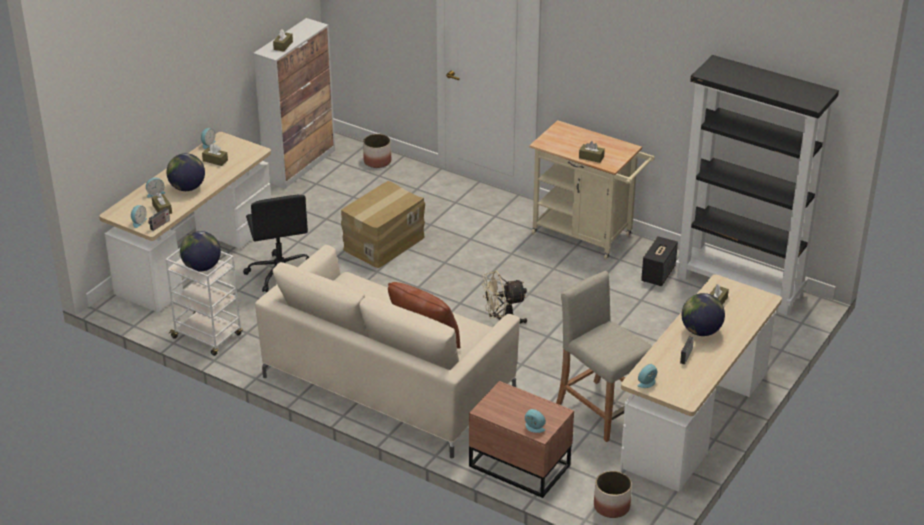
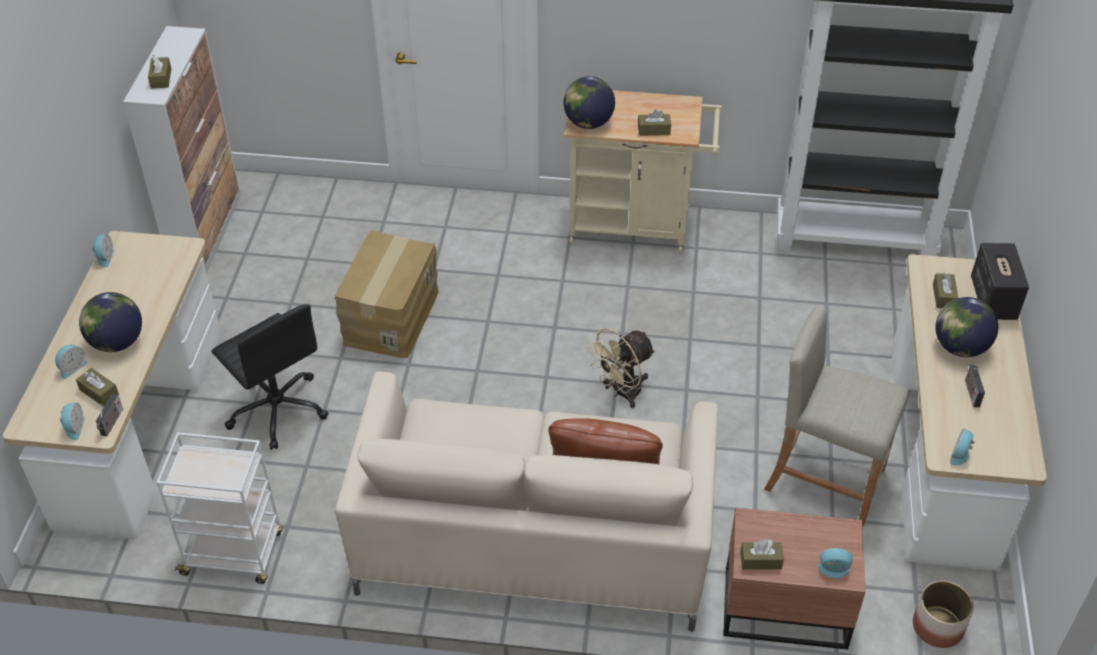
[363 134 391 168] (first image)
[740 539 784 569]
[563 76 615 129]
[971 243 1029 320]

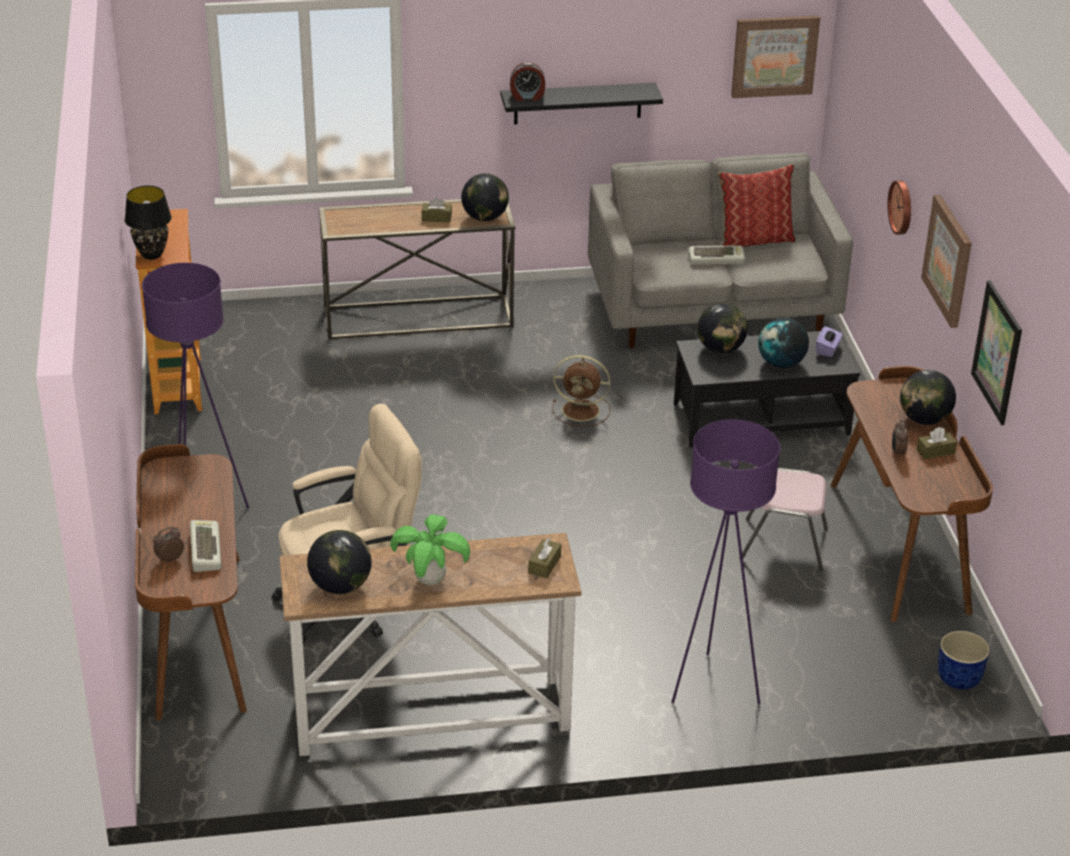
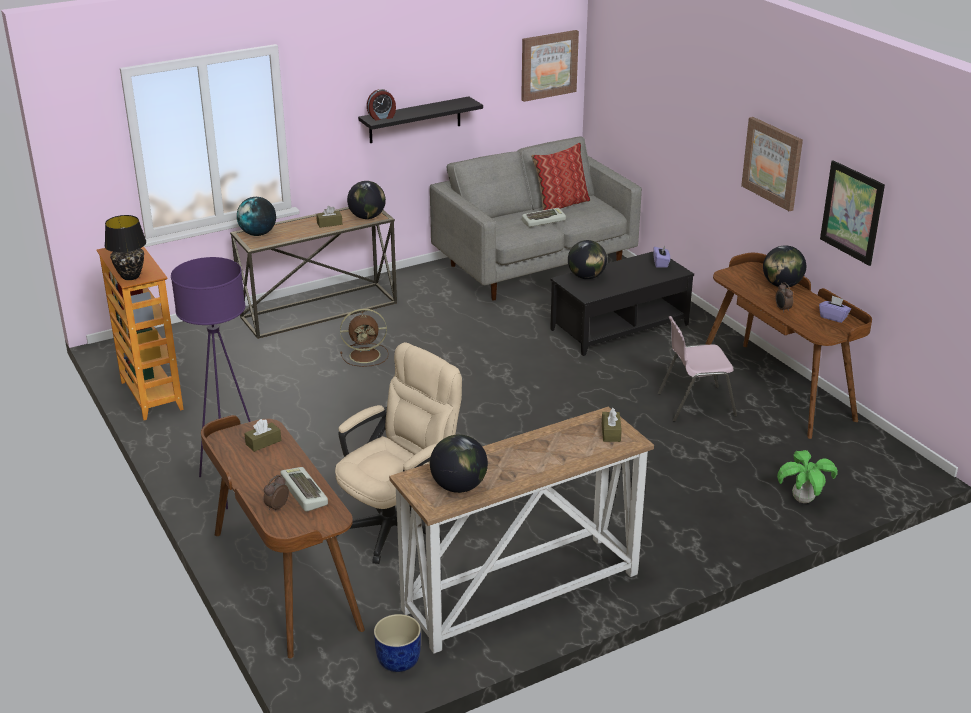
[887 180 911 235] (first image)
[237 197 276 236]
[340 309 389 367]
[672 419 780 704] (first image)
[244 419 281 452]
[777 450 838 503]
[374 614 421 672]
[819 296 851 323]

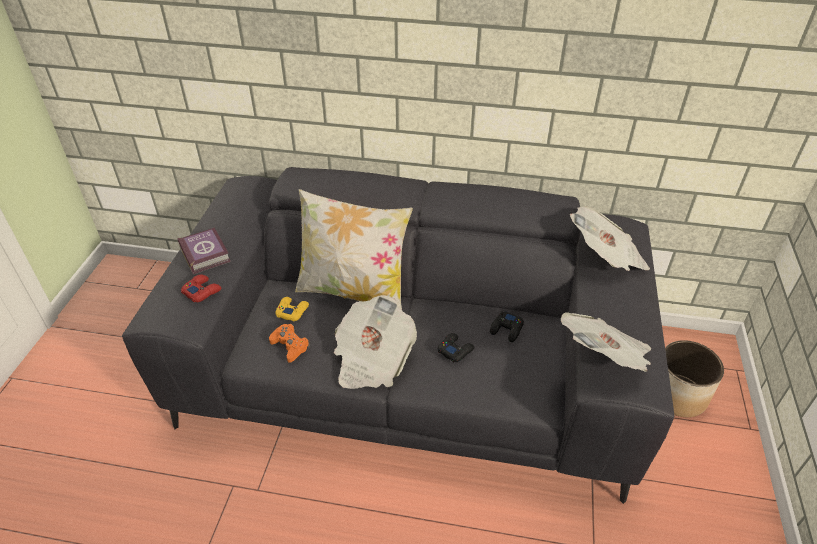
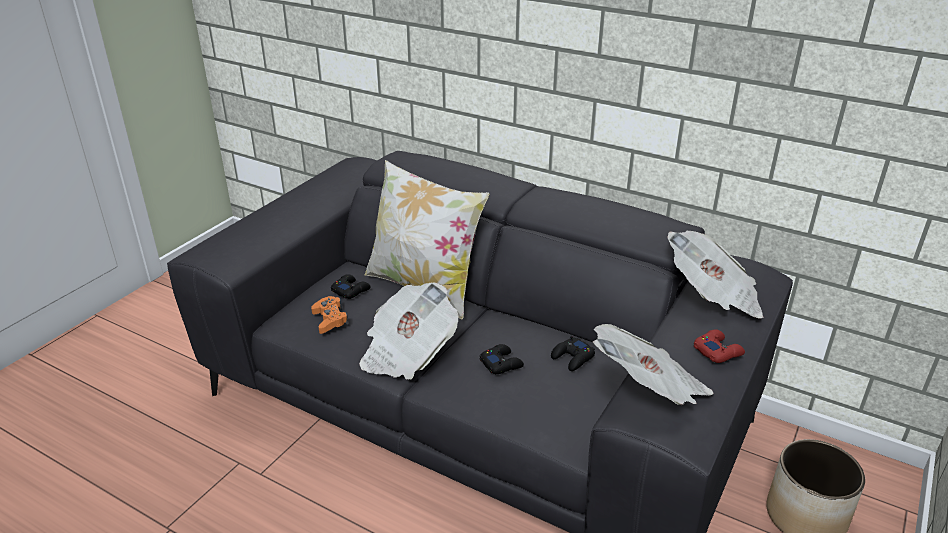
[177 228 231 274] (first image)
[694 329 745 363]
[331 274 371 299]

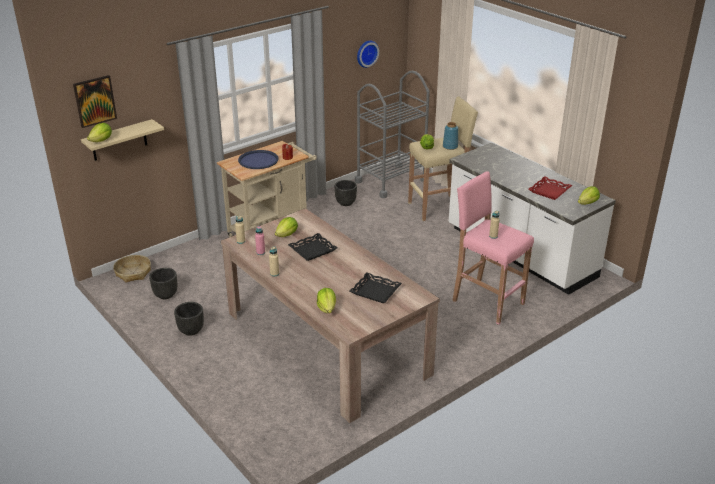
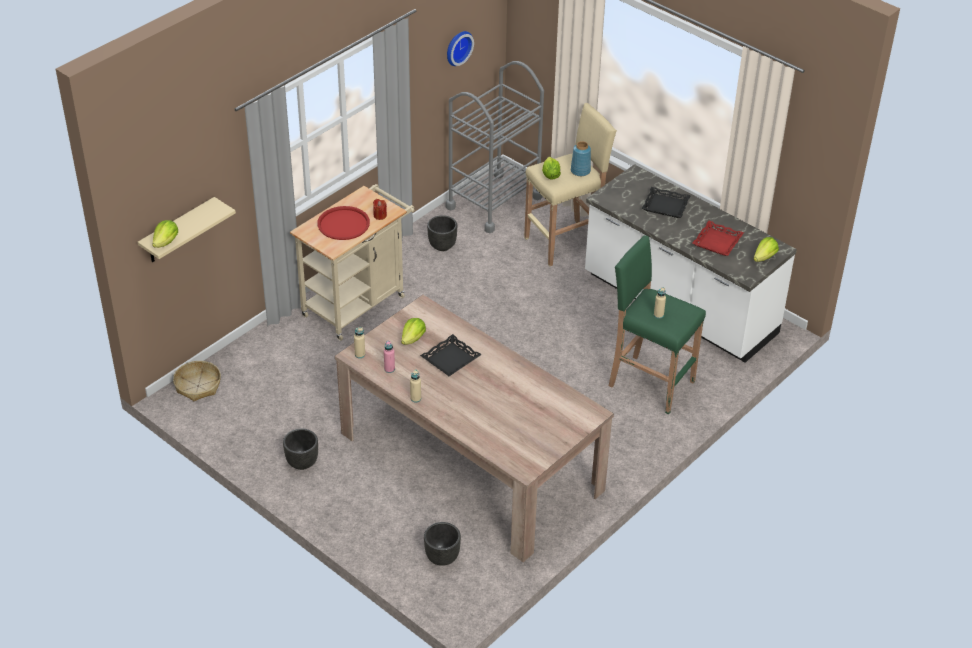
[73 75 117 128] (first image)
[317 206 370 240]
[609 235 706 414]
[424 522 461 566]
[642 187 691 218]
[317 288 336 313] (first image)

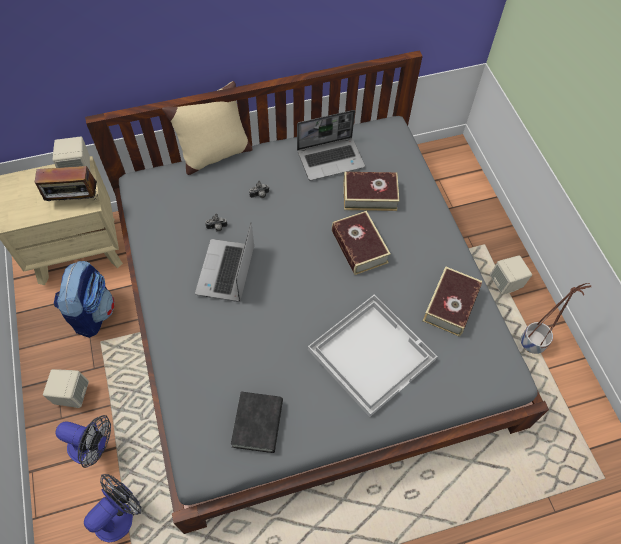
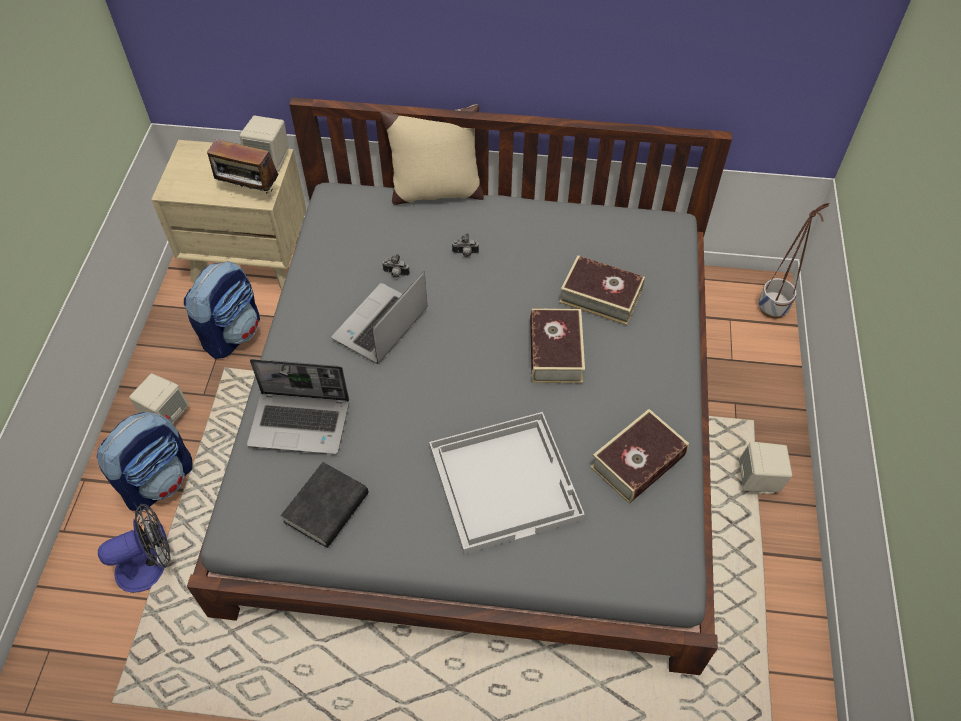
[247 359 349 454]
[759 203 830 319]
[96 412 193 511]

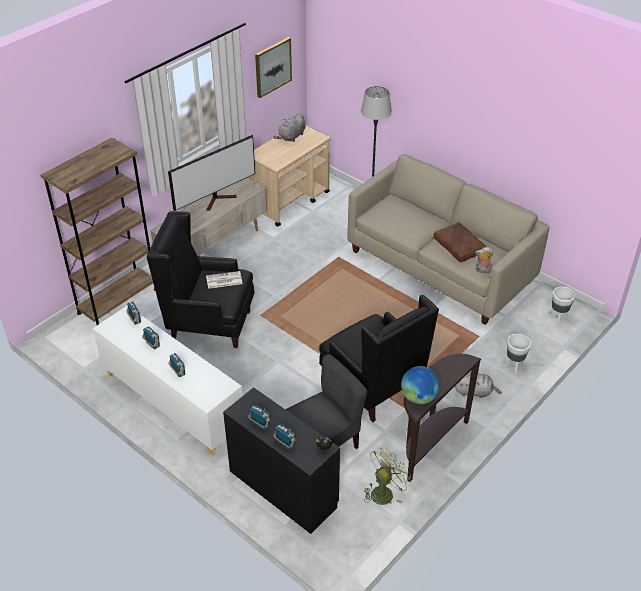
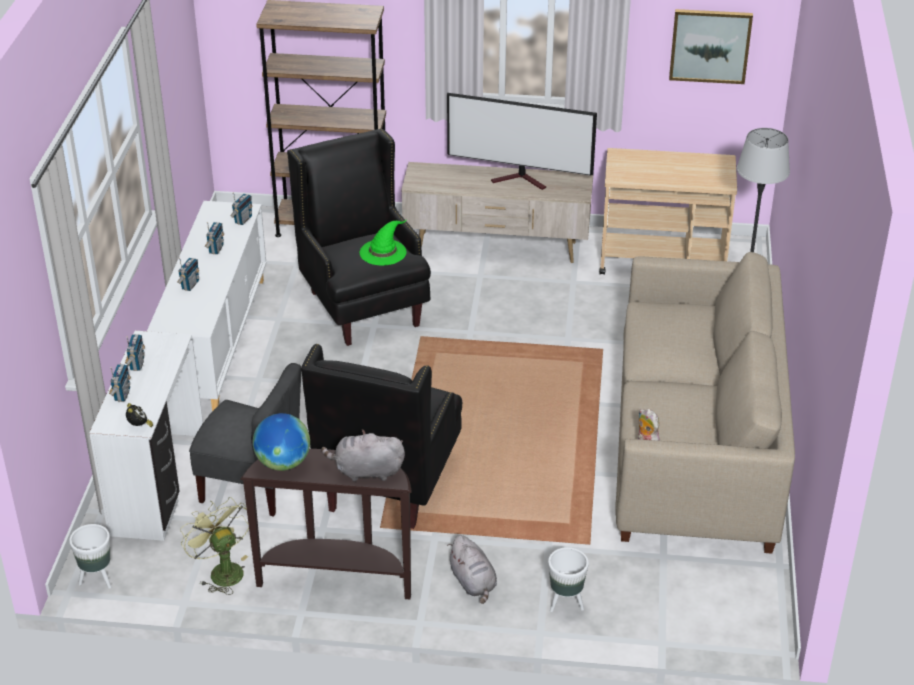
[321 430 405 481]
[433 223 486 262] (first image)
[359 220 407 266]
[69 524 111 589]
[89 330 203 541]
[180 498 249 595]

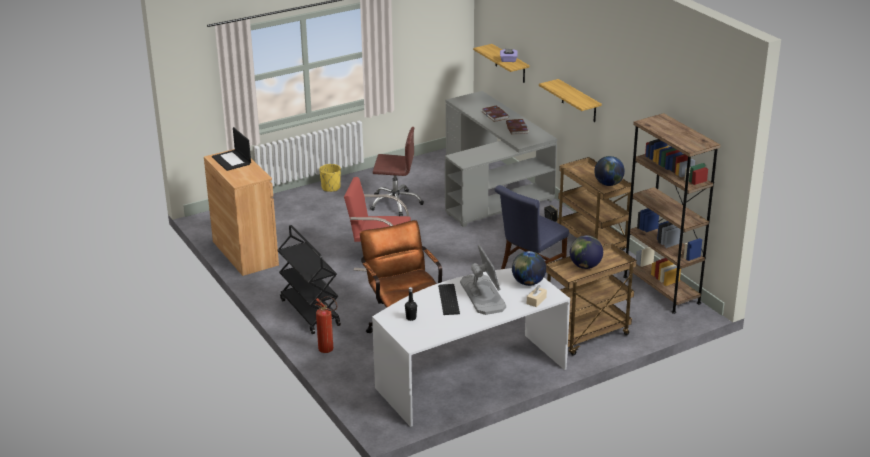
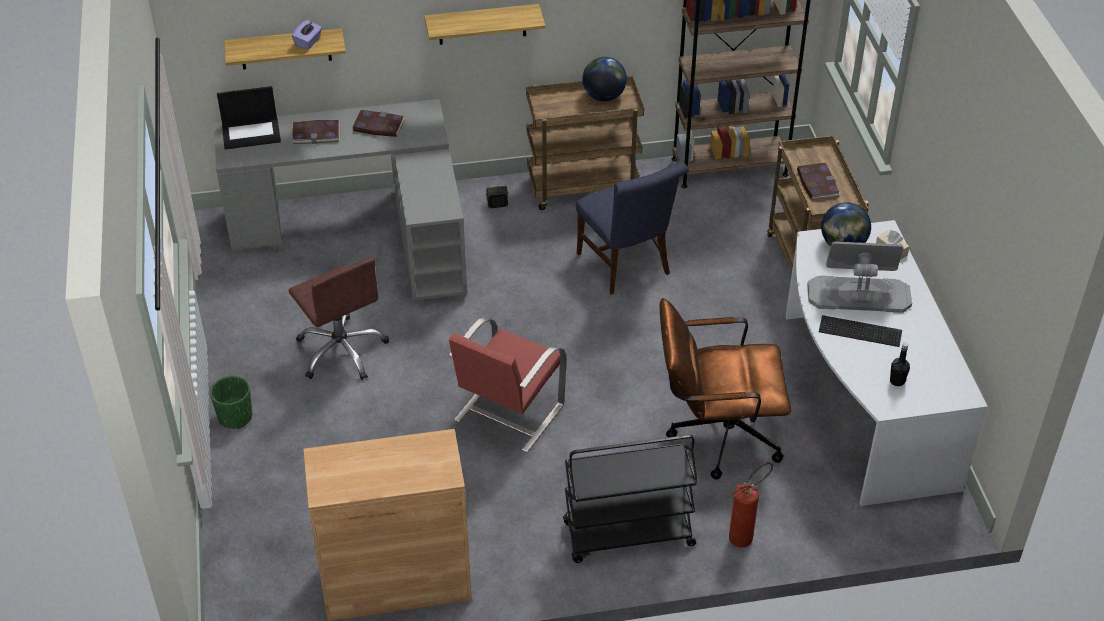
[217 86 281 149]
[288 258 389 380]
[210 376 252 429]
[797 163 841 200]

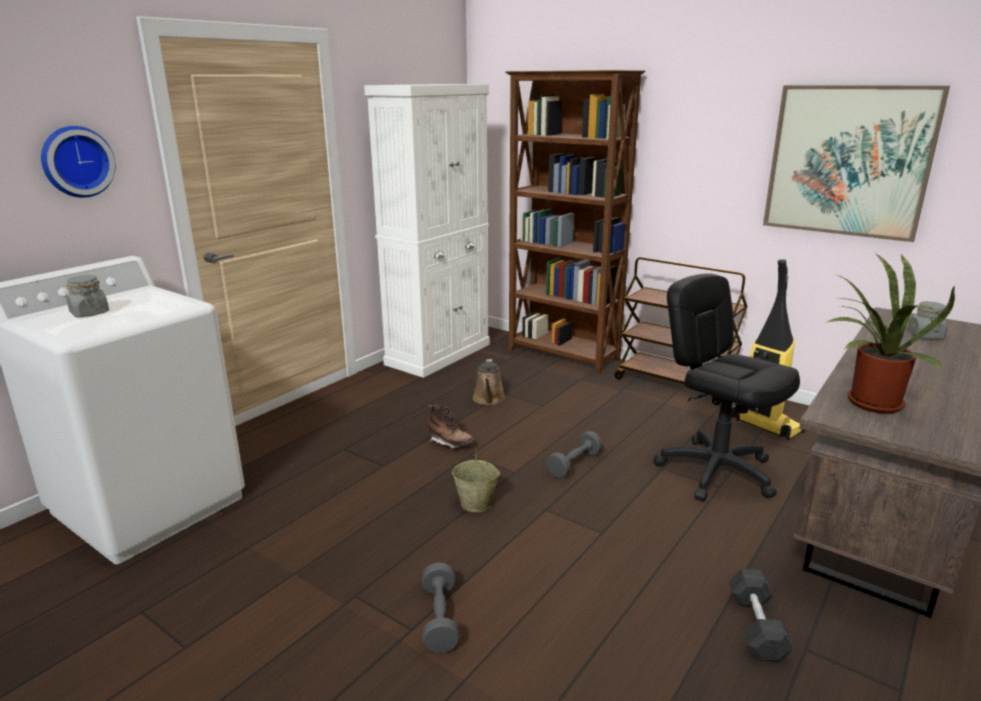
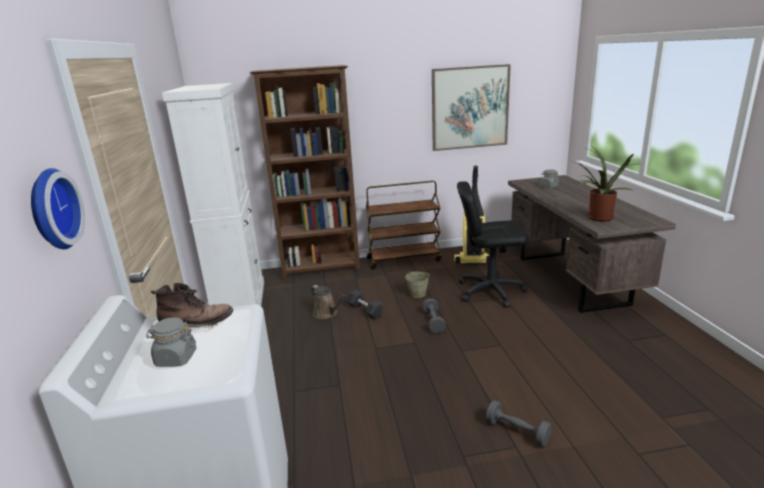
[151 283 233 331]
[405 263 429 298]
[347 290 384 319]

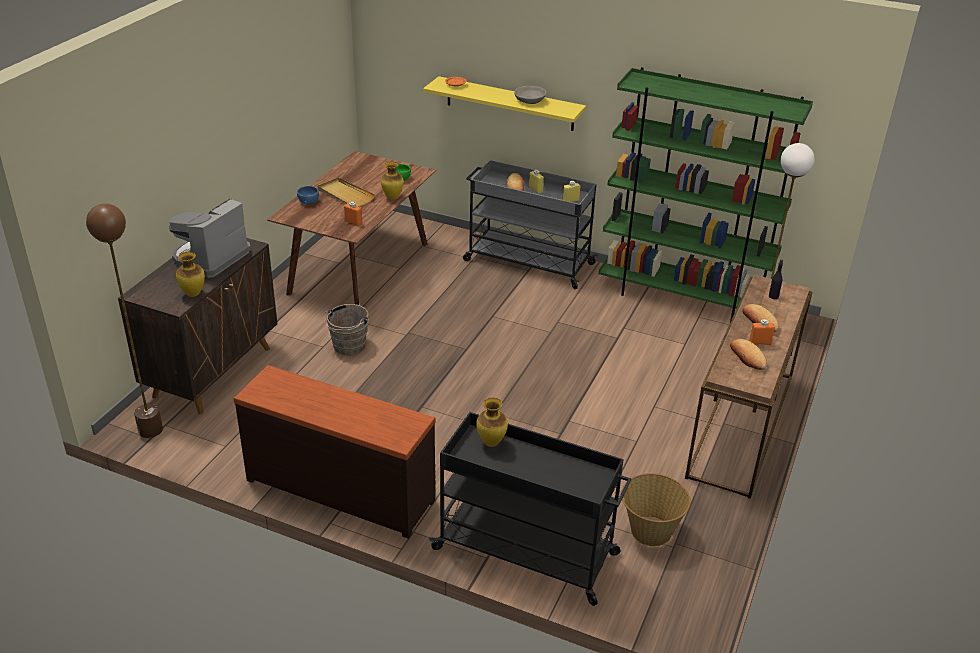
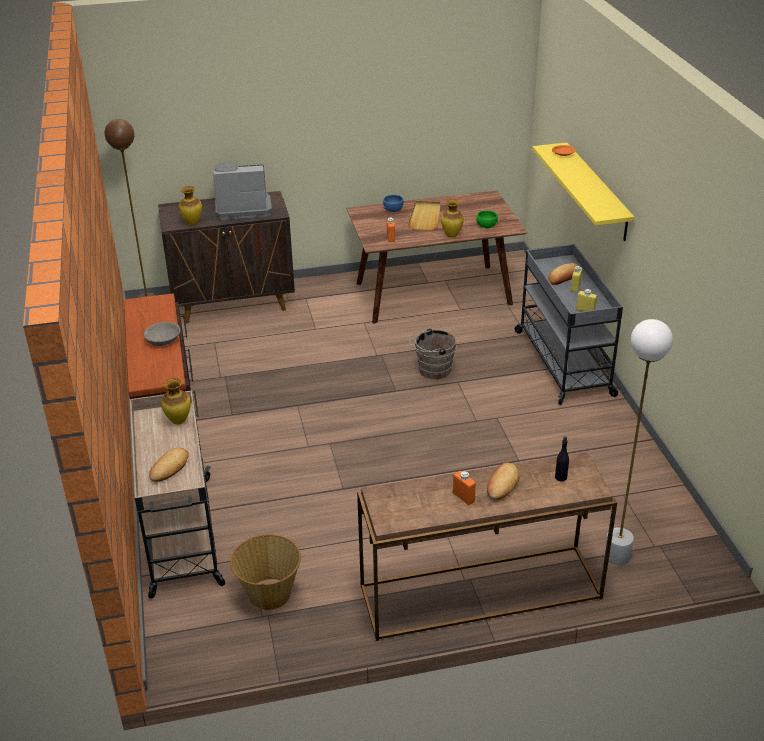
[599 67 813 322] (first image)
[144 322 180 346]
[410 328 457 379]
[149 448 189 482]
[130 391 225 599]

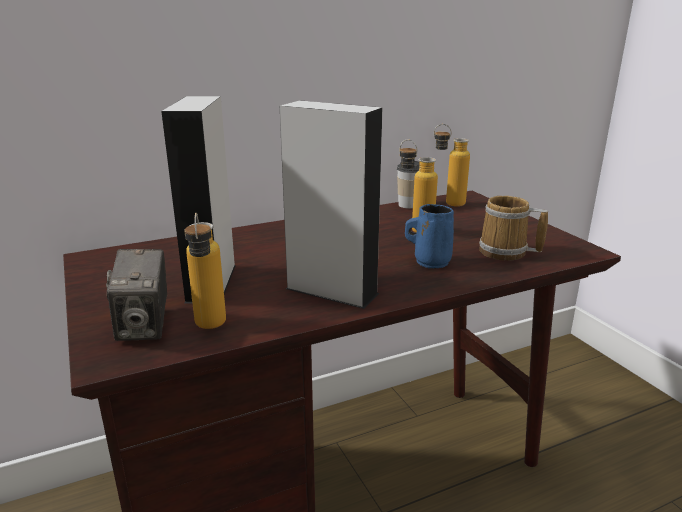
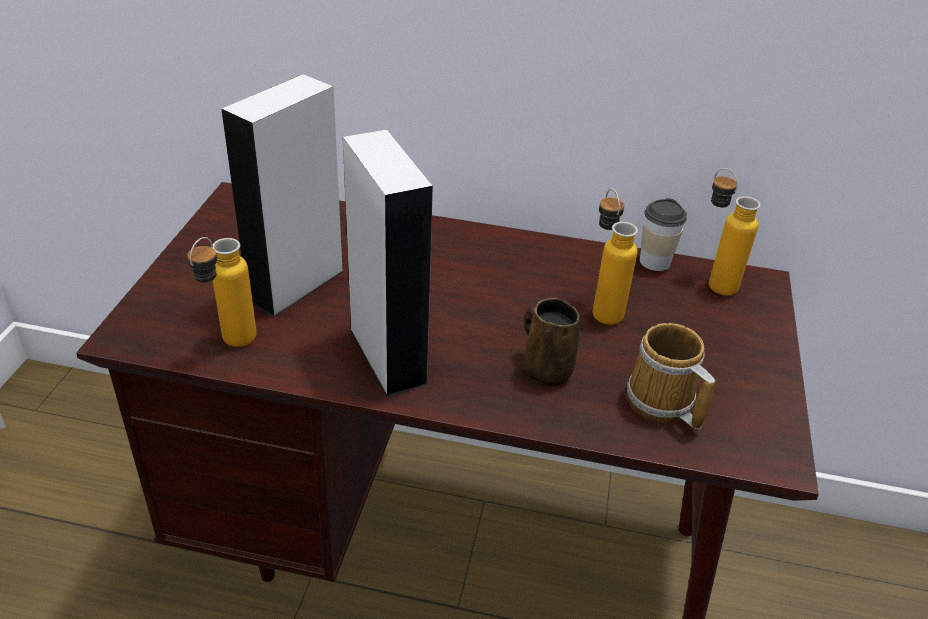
[524 298 580 389]
[106 249 167 341] (first image)

